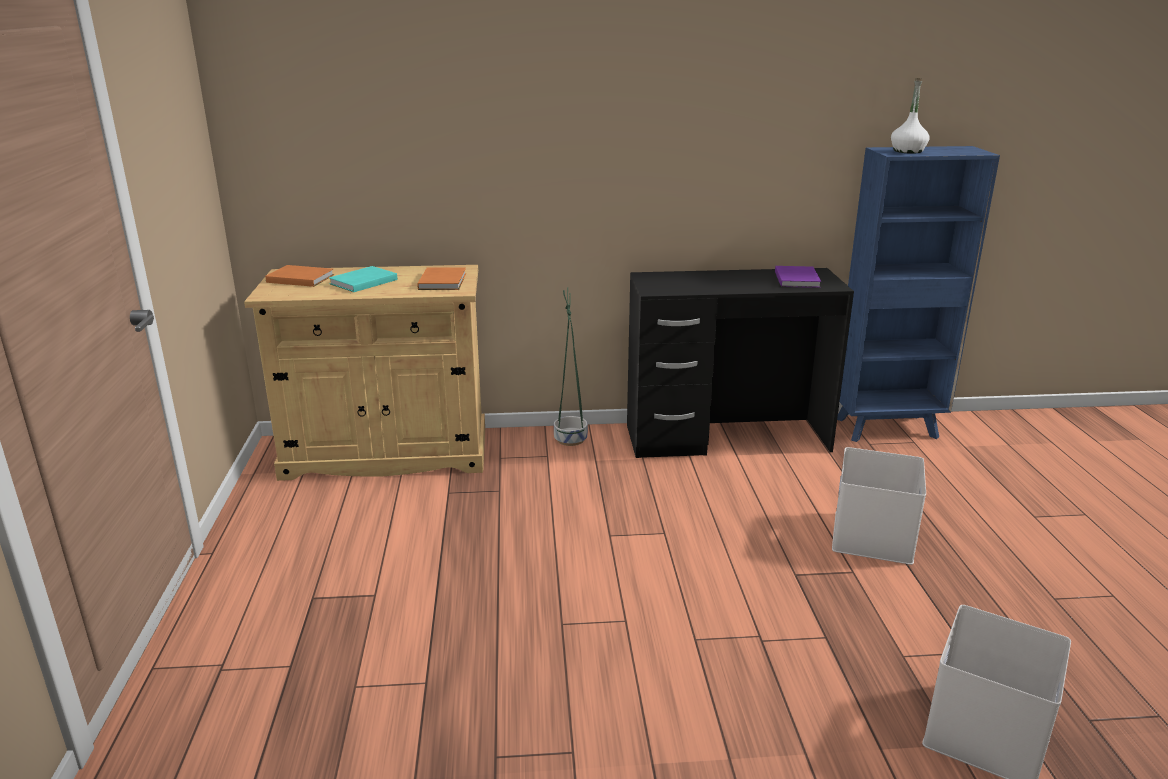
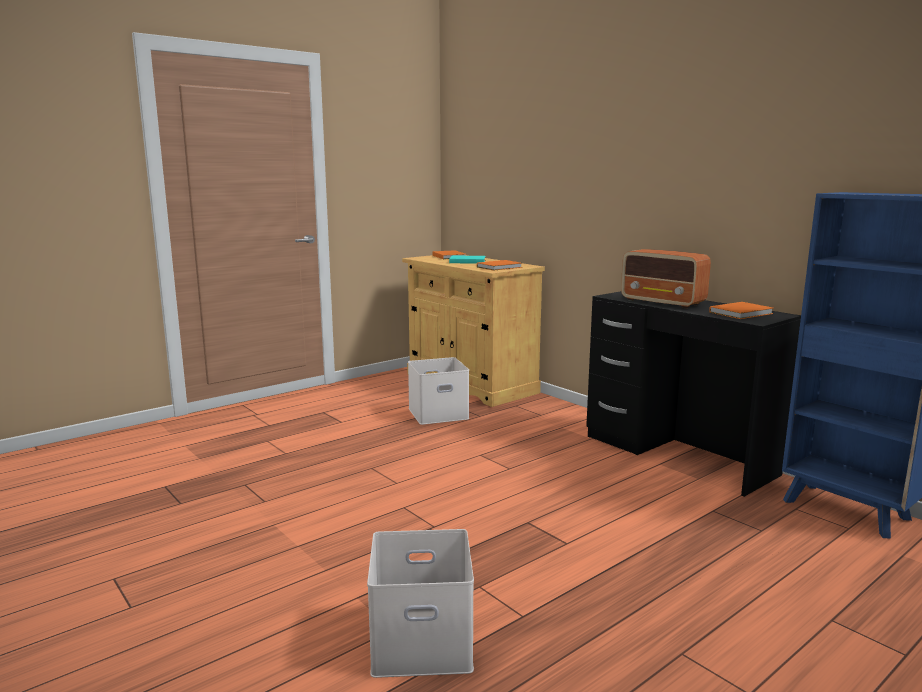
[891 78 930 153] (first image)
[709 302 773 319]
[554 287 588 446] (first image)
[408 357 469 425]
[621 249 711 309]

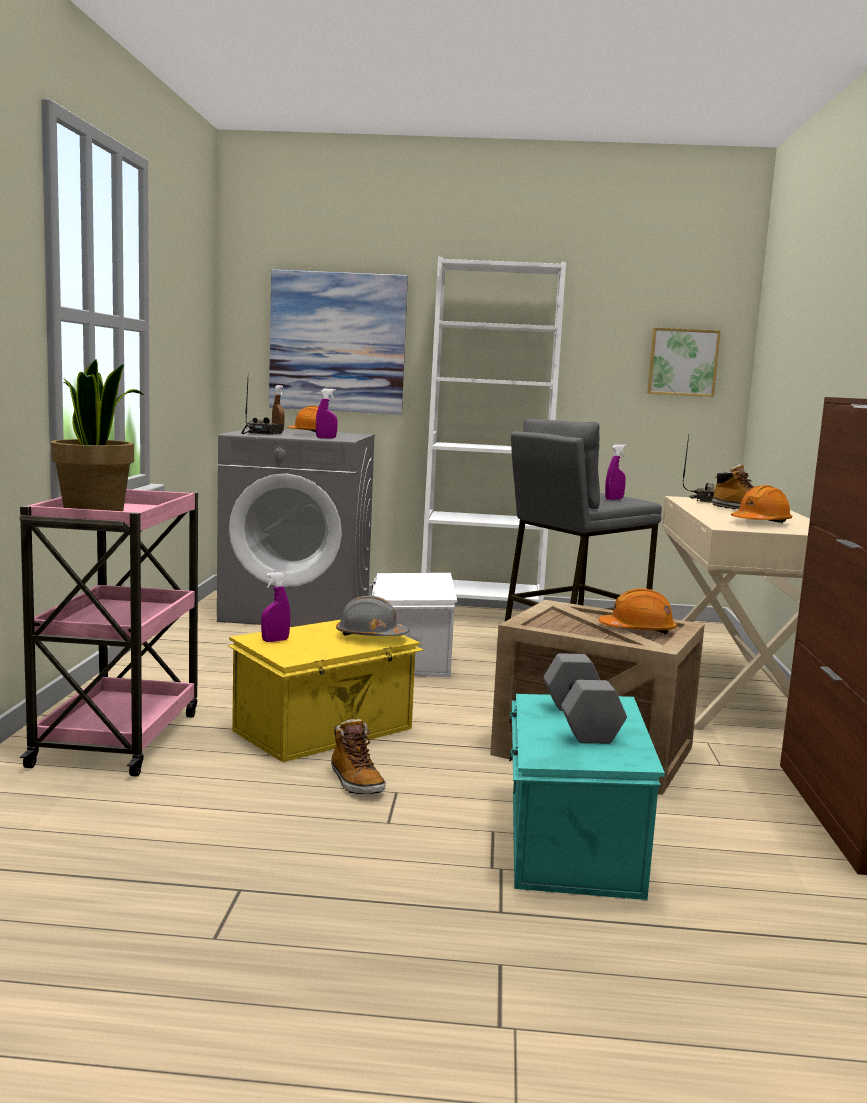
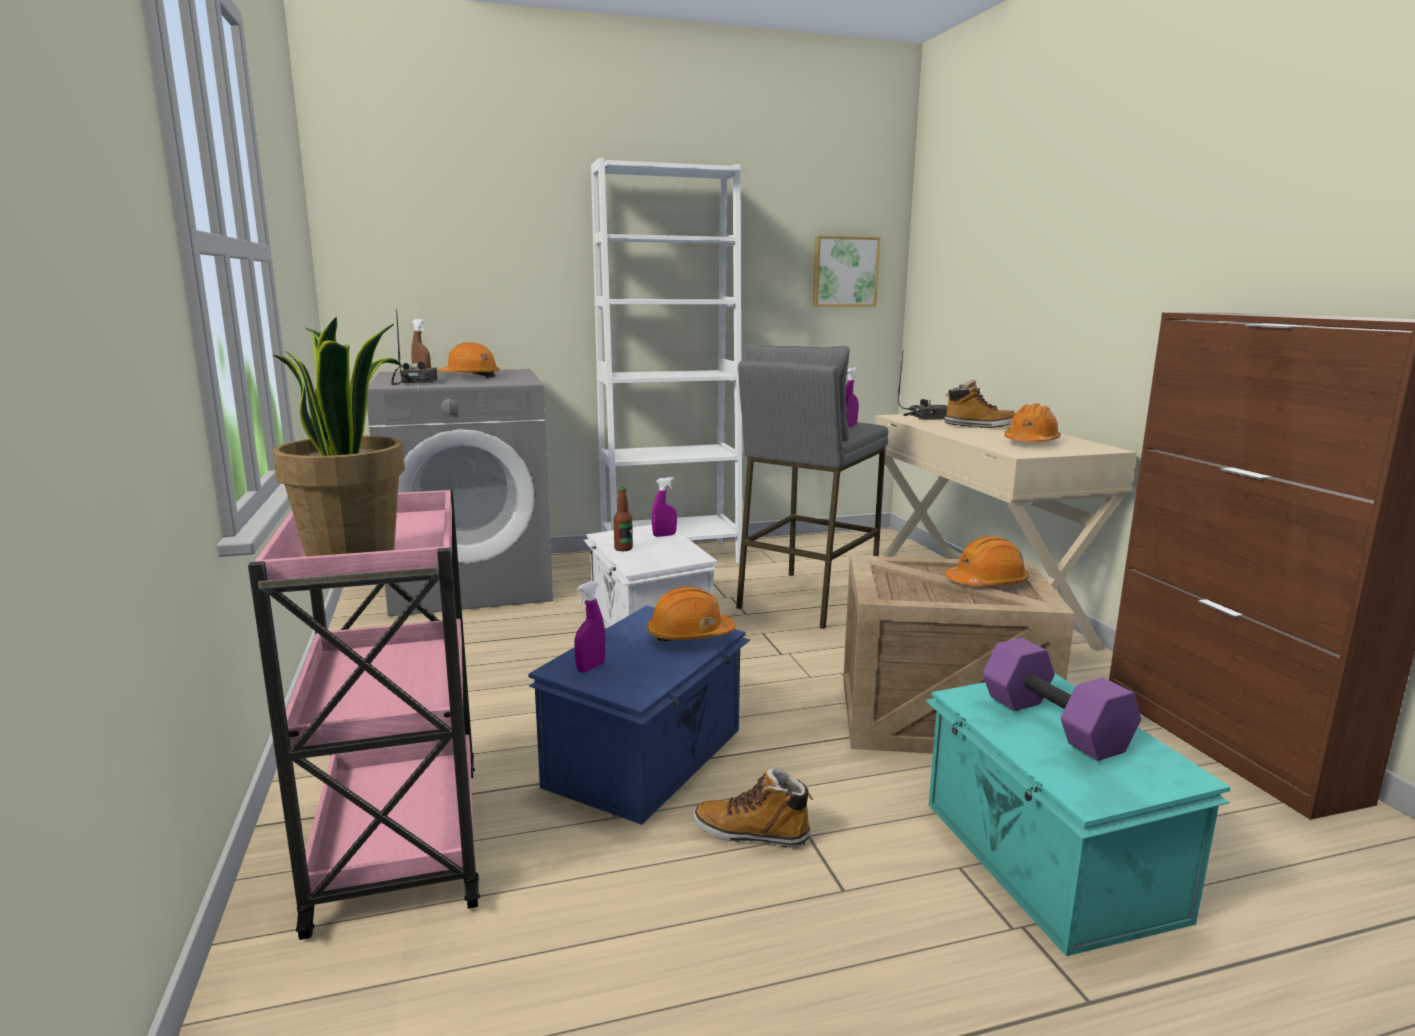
[269 269 408 414] (first image)
[652 477 677 537]
[647 586 736 642]
[528 606 750 825]
[983 638 1141 761]
[693 767 813 847]
[614 487 633 551]

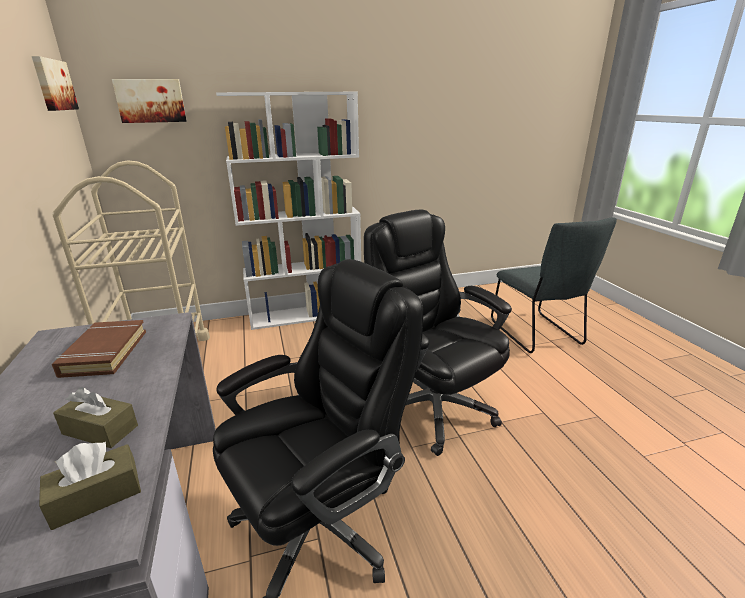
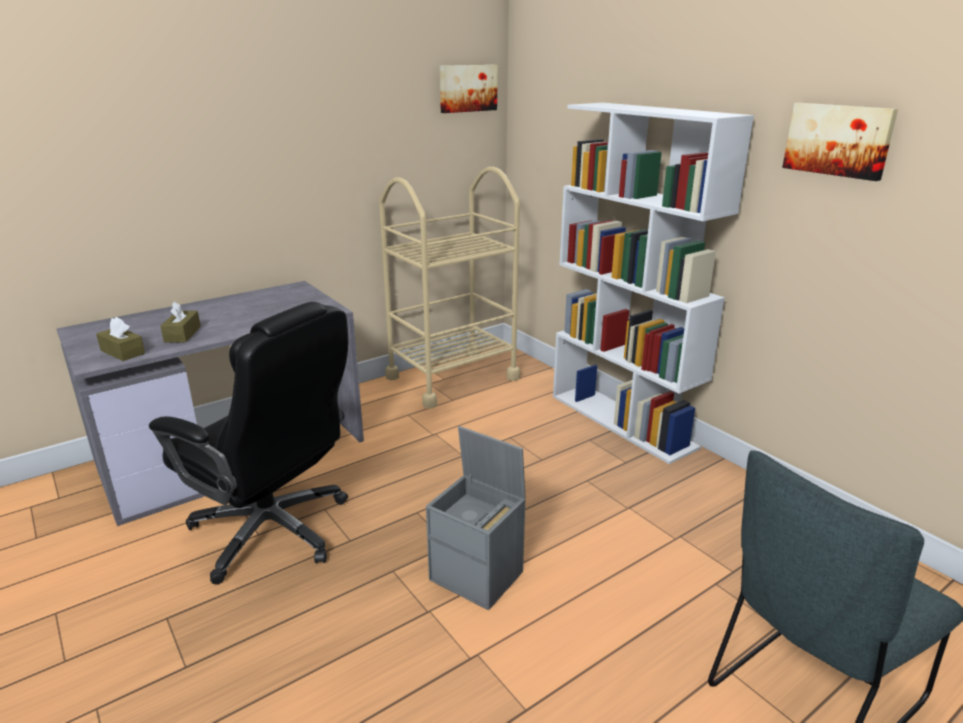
[782 103 898 181]
[426 426 526 610]
[52 320 146 378] (first image)

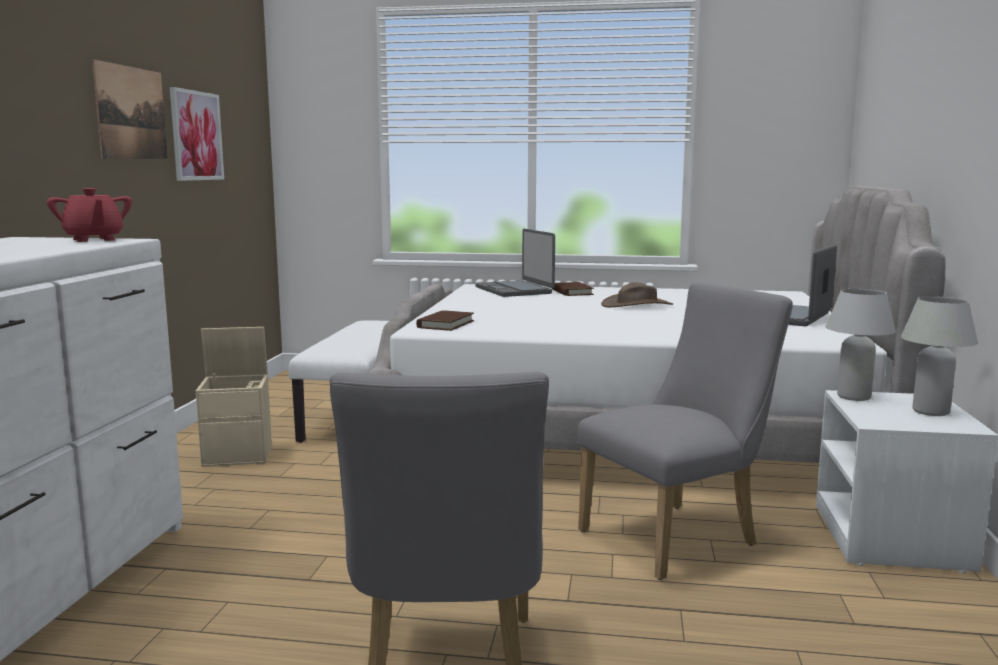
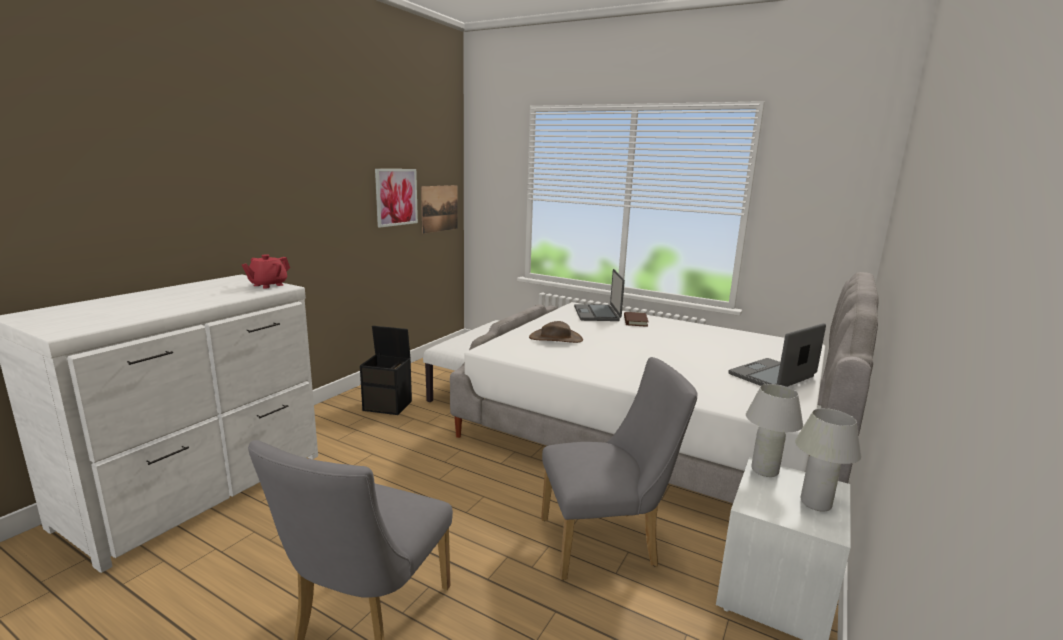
[421 185 458 234]
[241 254 290 289]
[529 321 583 343]
[416 311 474 331] (first image)
[360 326 412 415]

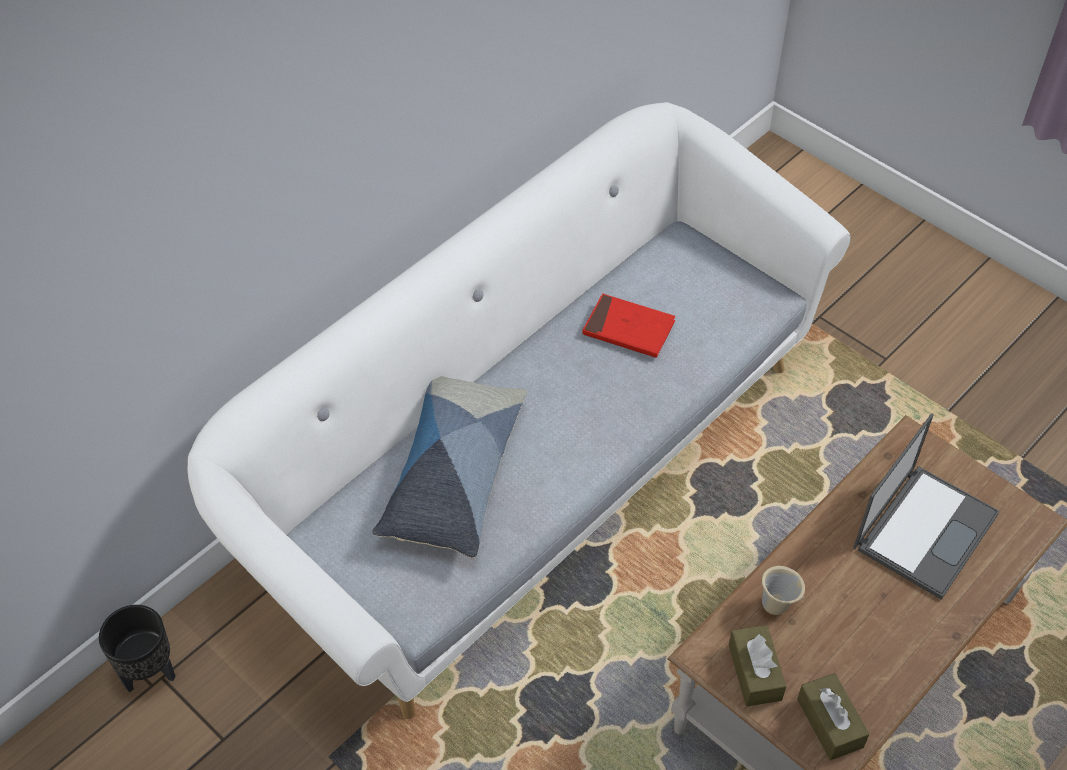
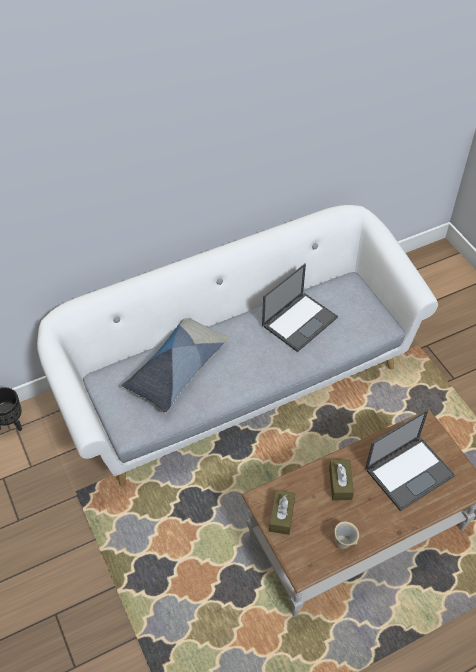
[262 263 338 352]
[334 521 359 549]
[329 459 354 500]

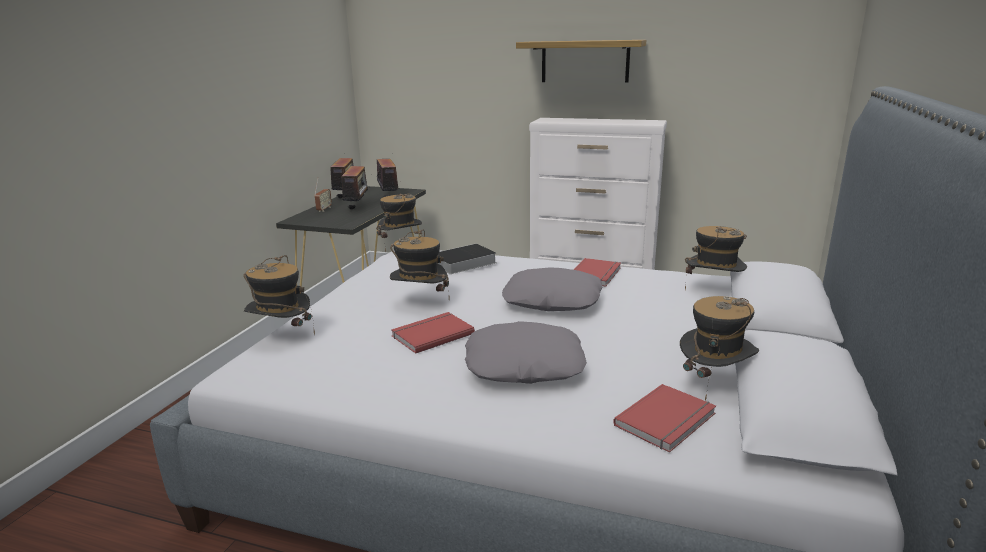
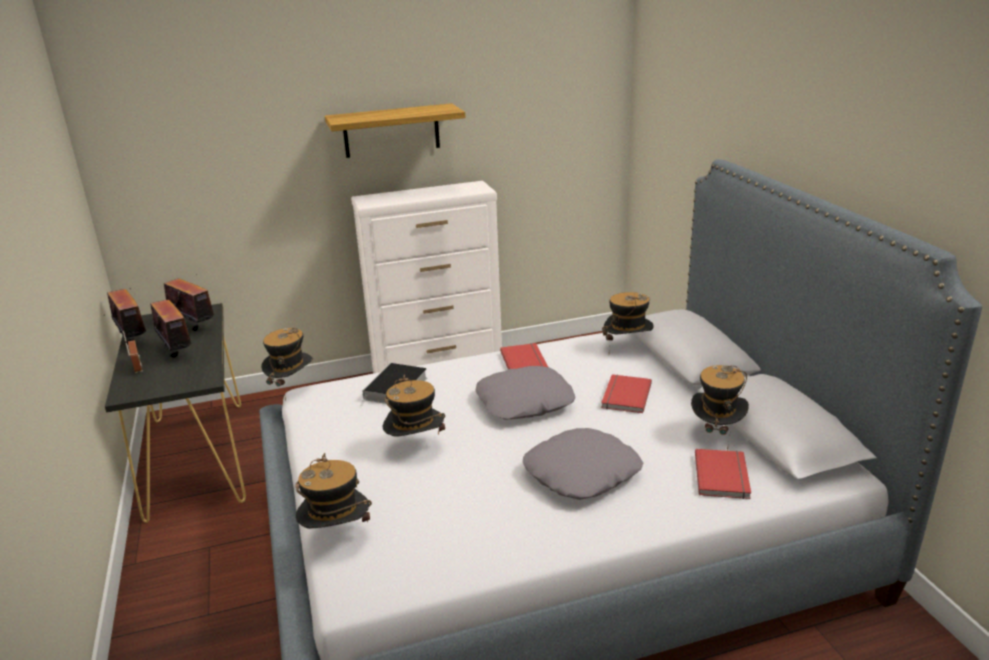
[601 374 652 413]

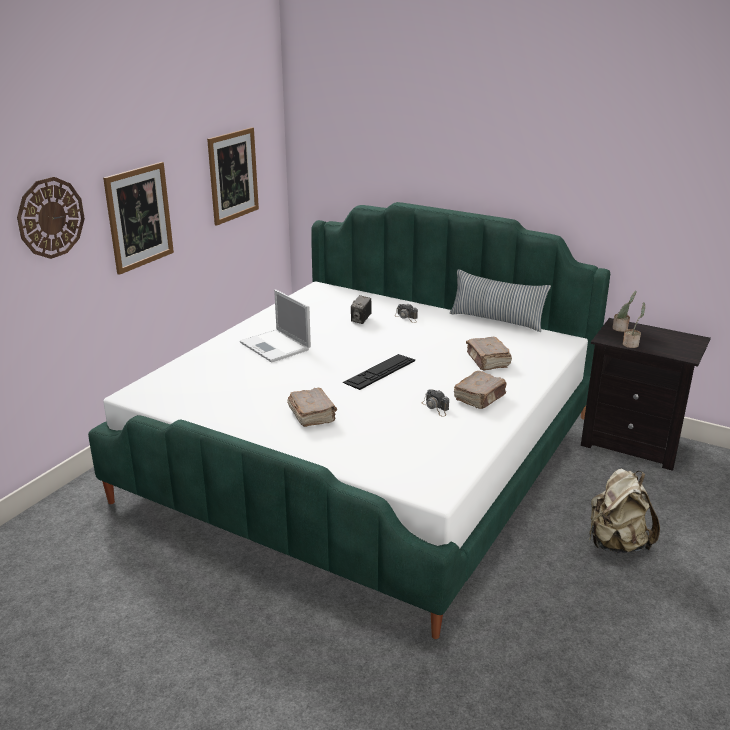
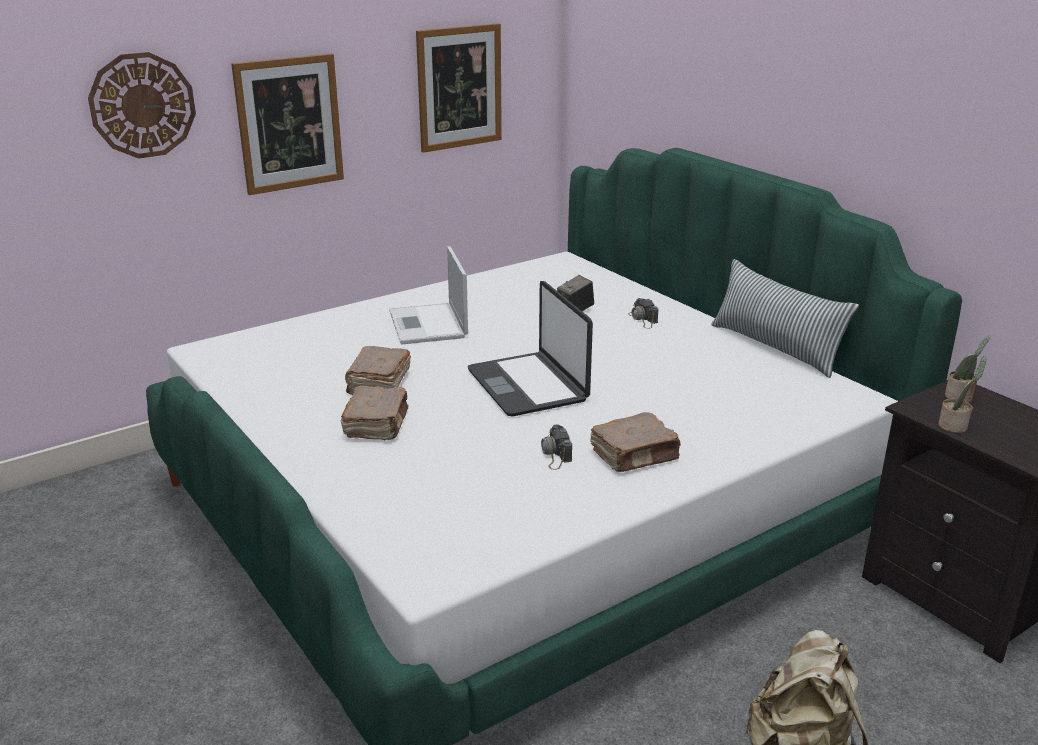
[345 346 411 395]
[468 281 593 416]

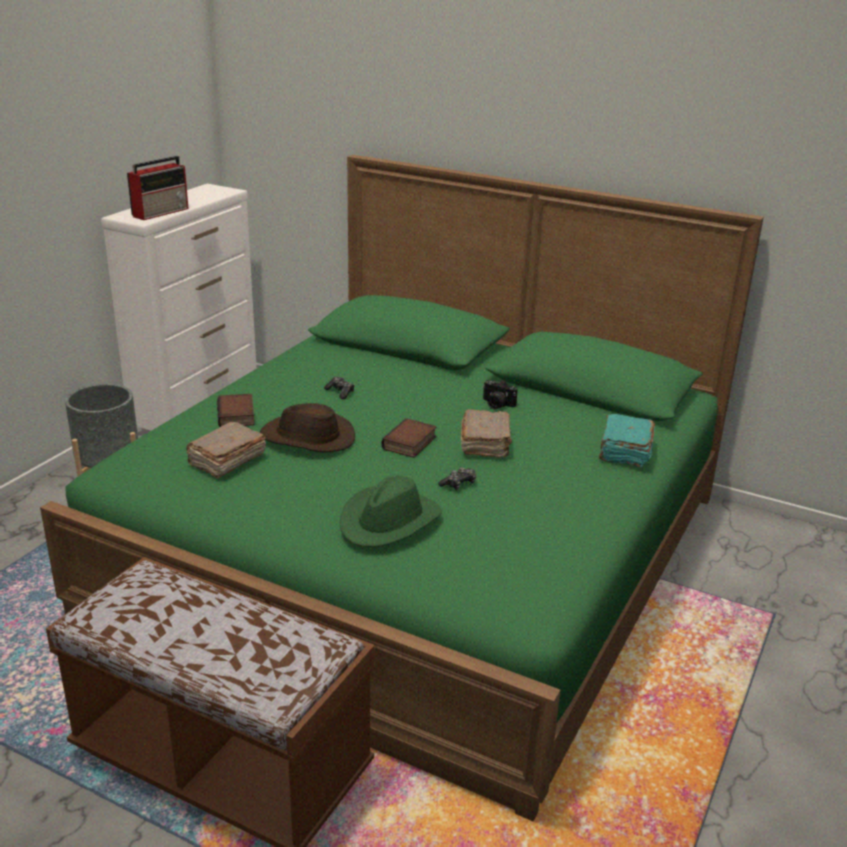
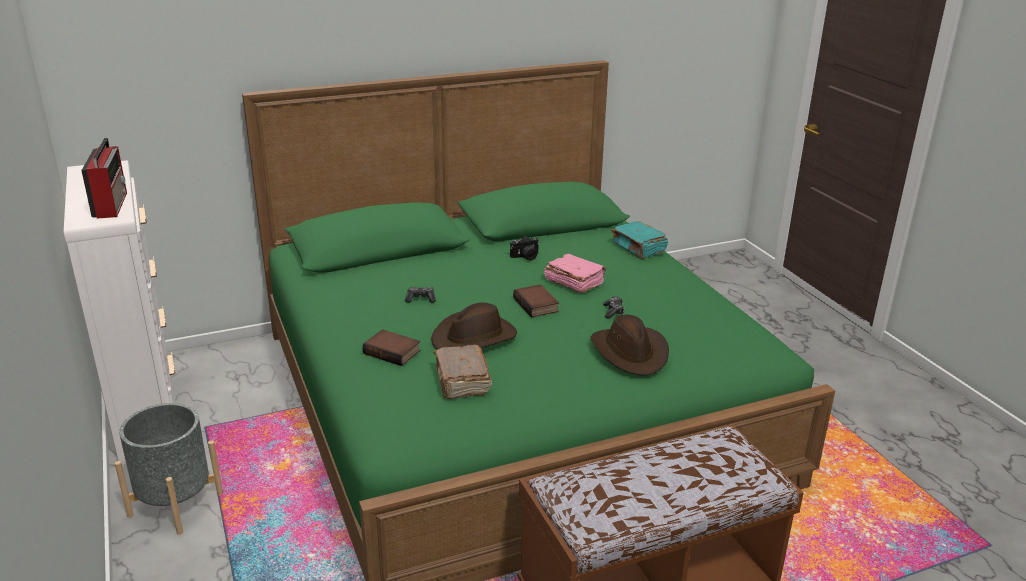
[544 254 607 293]
[591 315 669 375]

